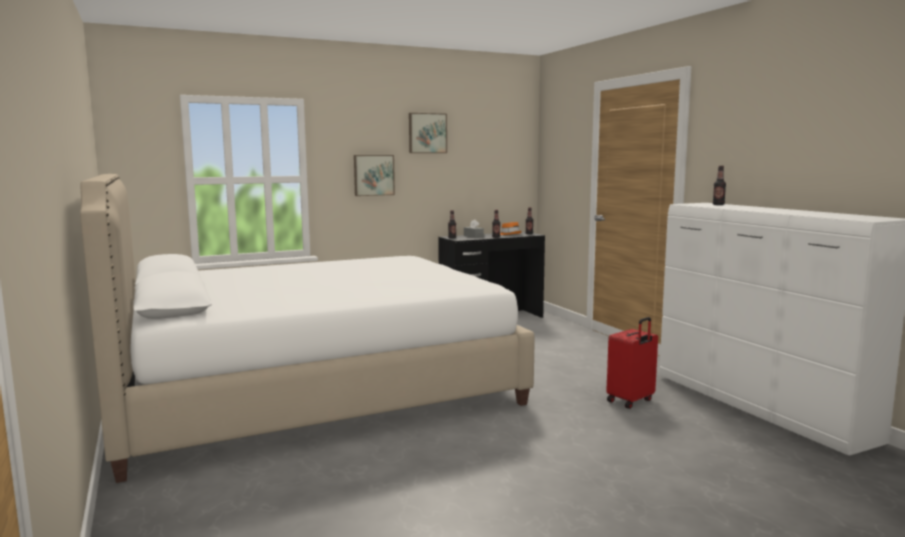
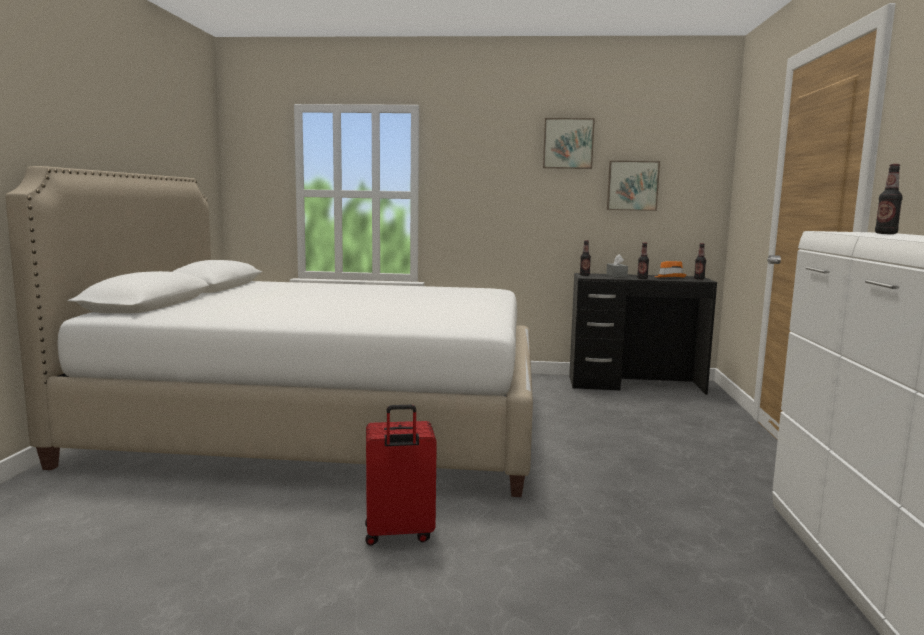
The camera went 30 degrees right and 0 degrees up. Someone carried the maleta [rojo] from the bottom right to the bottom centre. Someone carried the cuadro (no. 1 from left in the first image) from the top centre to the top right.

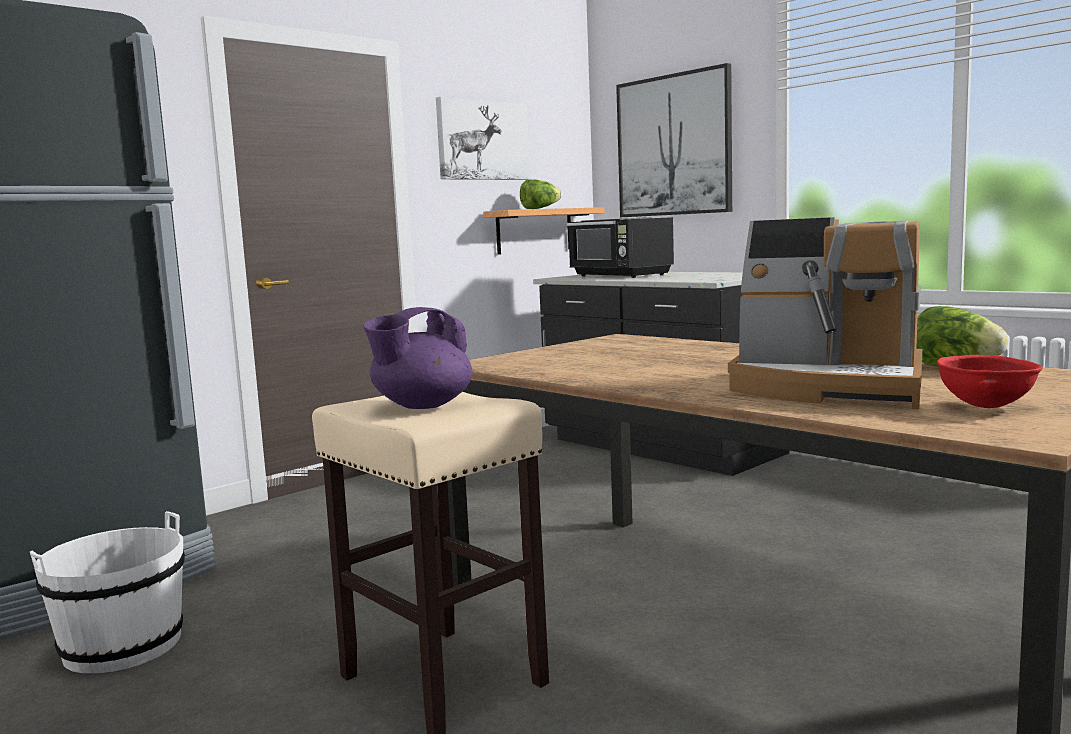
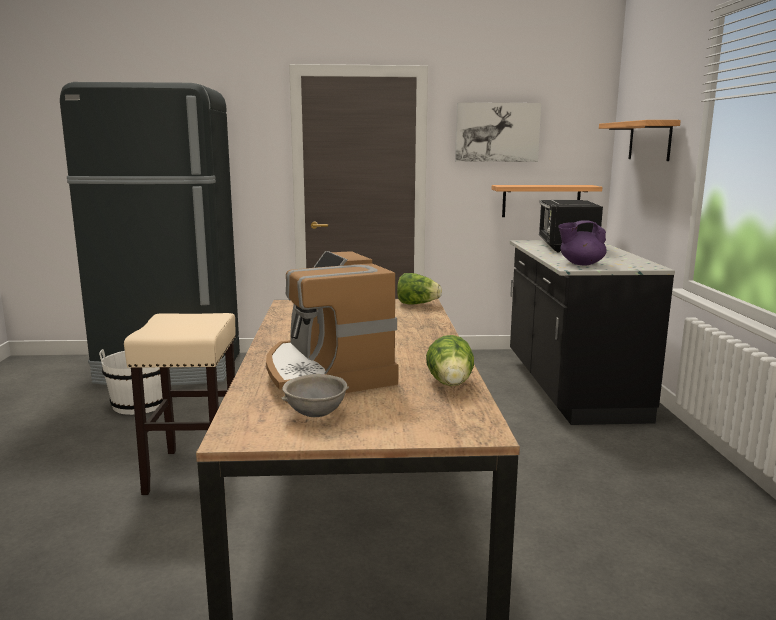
The camera went 40 degrees right and 5 degrees up. Someone repainted the cuenco [rojo] at the middle right, which became the cuenco [gris] at the centre. Someone carried the lechuga (no. 1 from left) from the top centre to the centre. Someone carried the tetera [morado] from the centre to the middle right. Someone swapped the cuadro (no. 2 from left) at the top centre for the estante (no. 2 from left) at the top right.

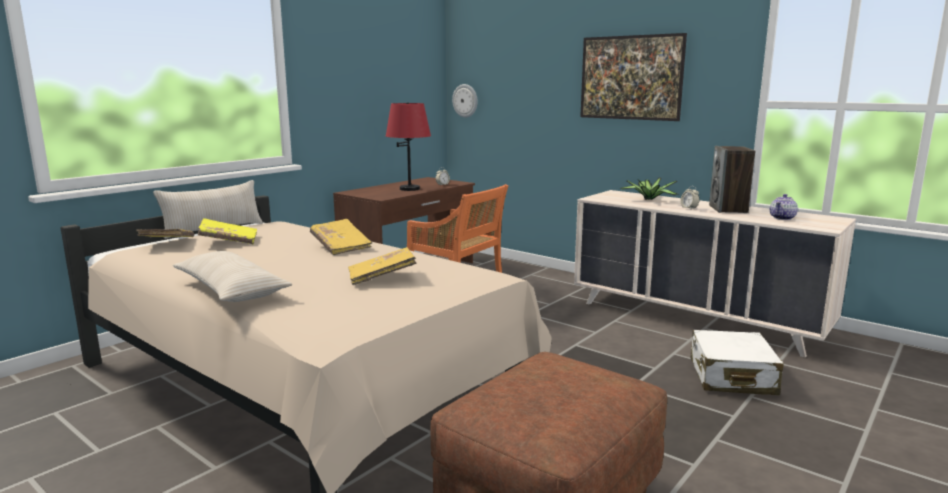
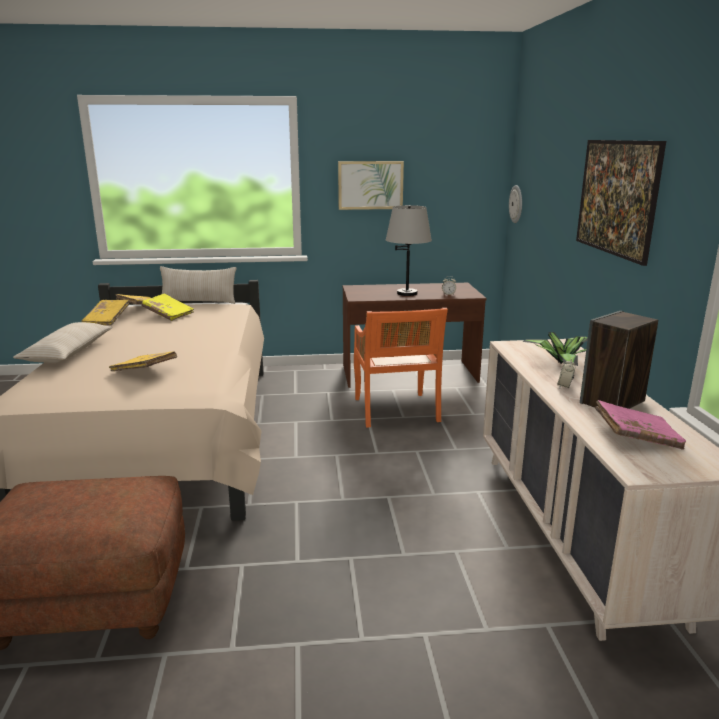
The camera went 45 degrees right and 5 degrees up. Someone carried the libro [amarillo] (no. 3 from left in the first image) from the centre to the middle left. Someone put up the cuadro (no. 1 from left) at the top centre. Someone repainted the lámpara de mesa [rojo] at the top centre, which became the lámpara de mesa [gris] at the centre. Someone swapped the tetera at the middle right for the libro [rosa] at the middle right. Someone took away the maleta [blanco] at the bottom right.

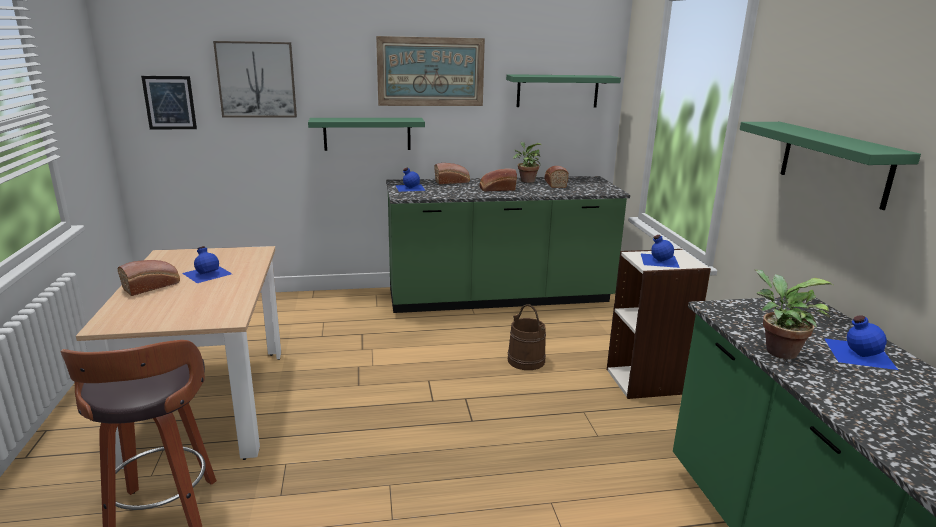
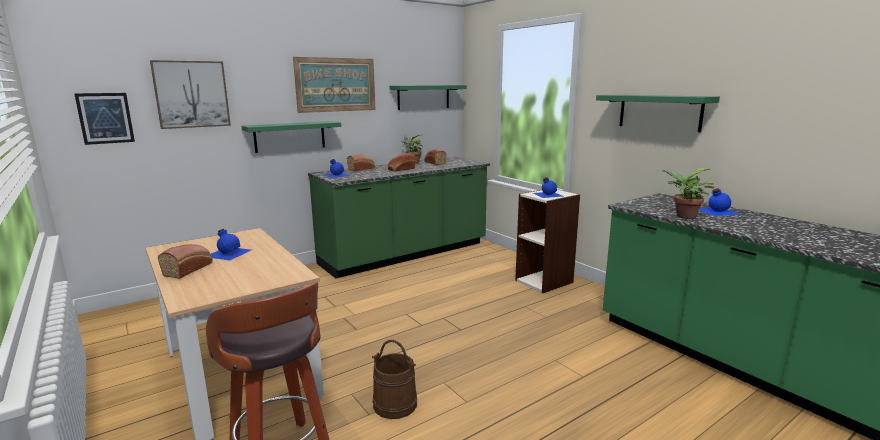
The camera went 25 degrees left and 5 degrees down. Someone carried the cubo [marrón] from the centre to the bottom centre.

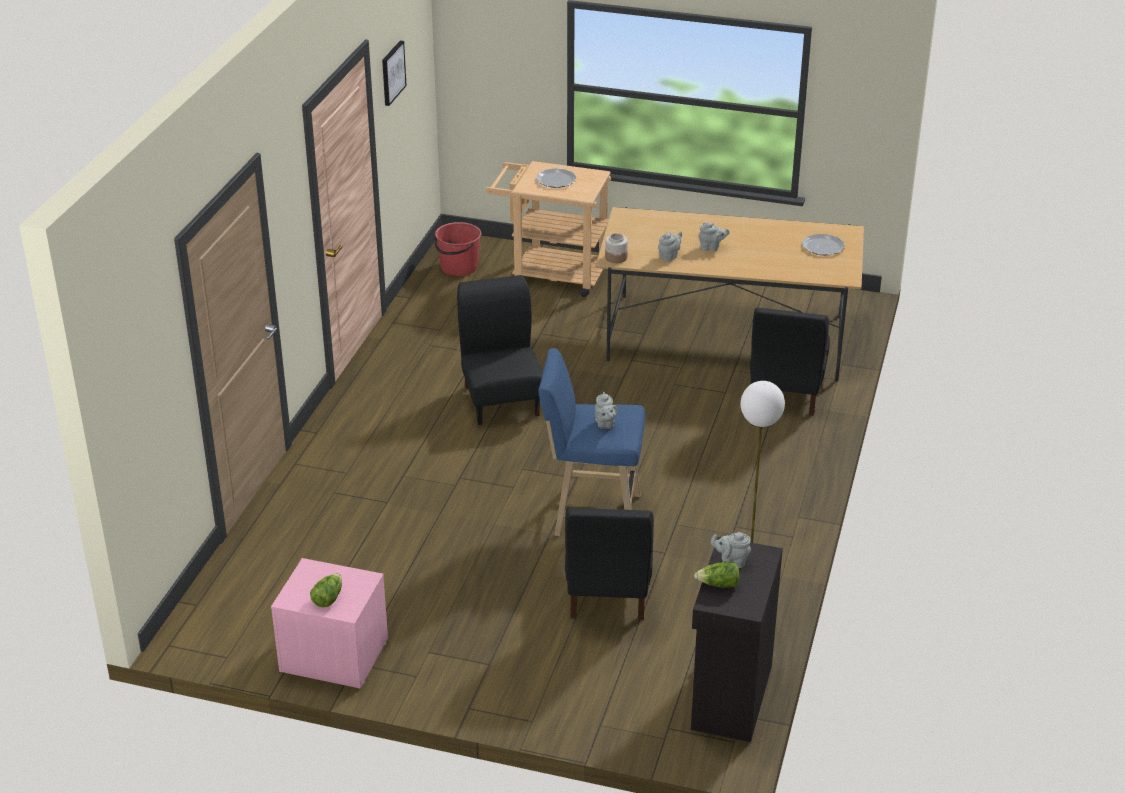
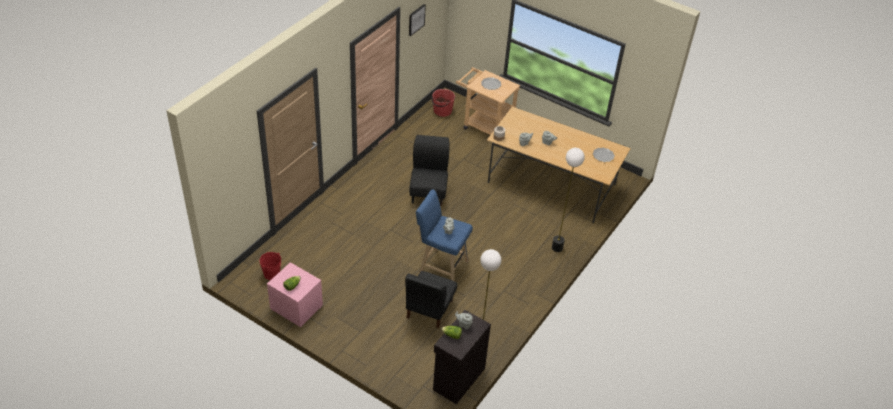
The camera went 15 degrees right and 10 degrees up. Someone put down the cubo [rojo] (no. 1 from left) at the middle left. Someone put down the lámpara de pie (no. 2 from left) at the centre. Someone took away the silla [negro] (no. 3 from left) at the middle right.

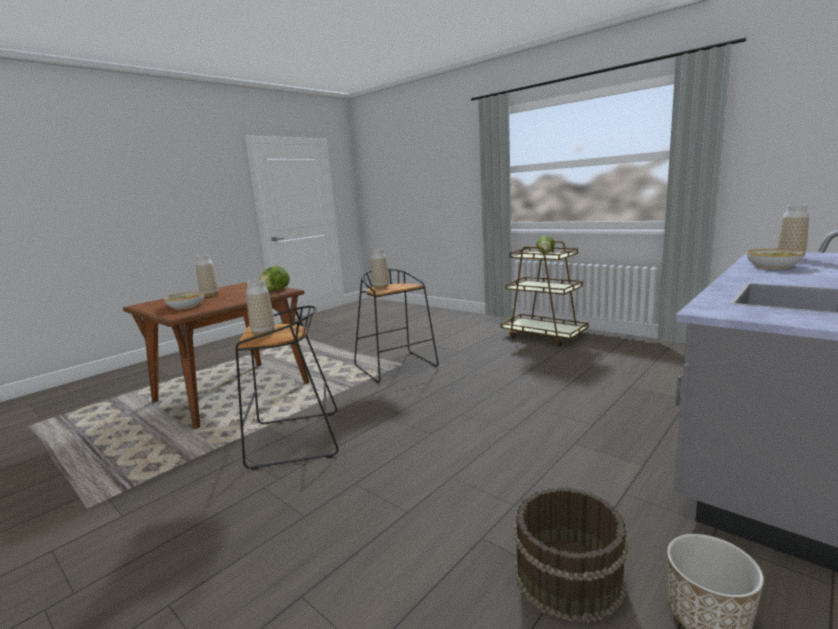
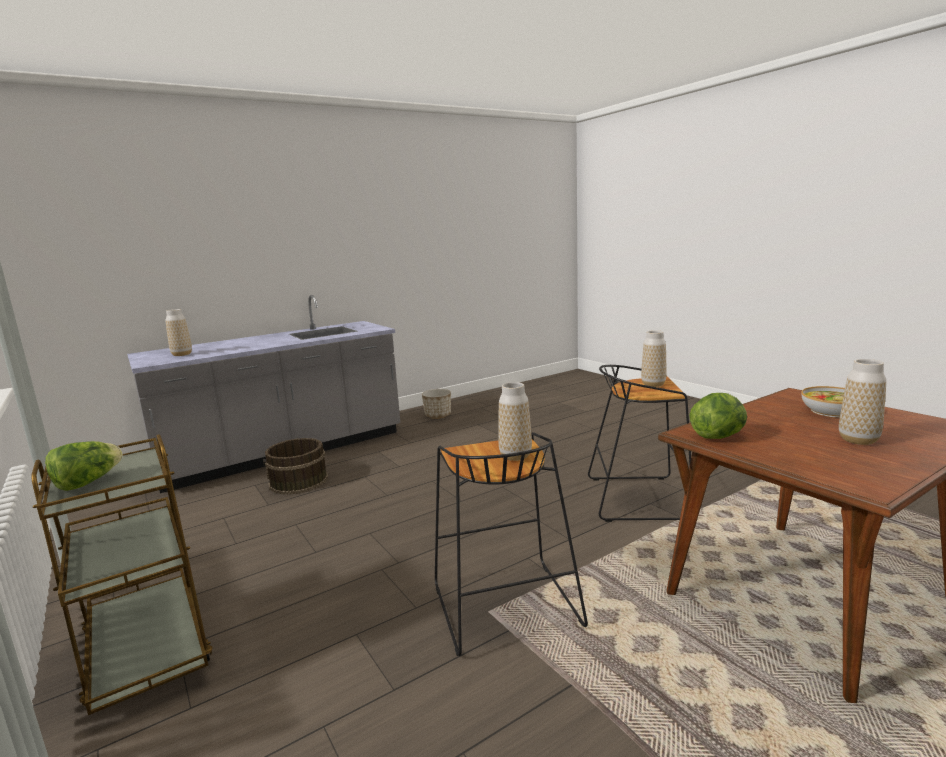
The camera went 165 degrees left and 0 degrees up. Someone carried the cubo [marrón] from the bottom right to the middle left. Someone took away the cuenco (no. 2 from left) at the middle right.

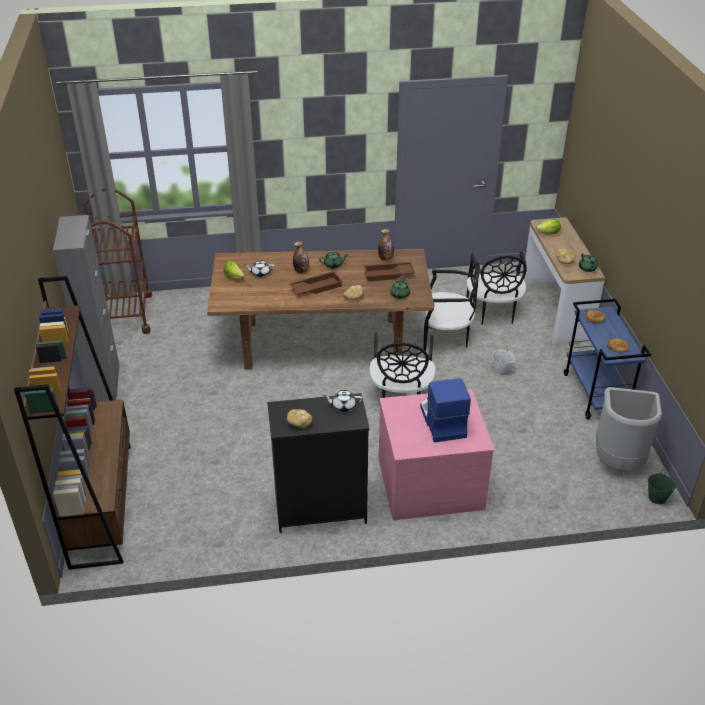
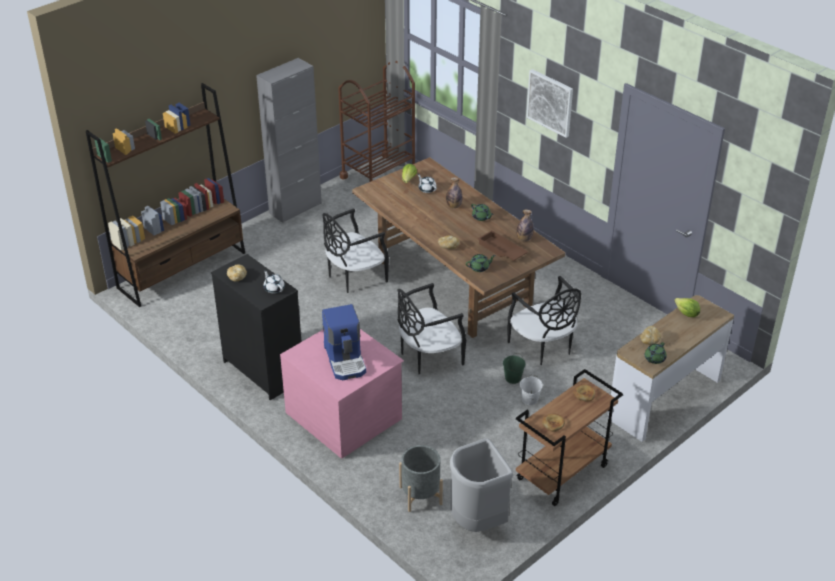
The camera went 55 degrees right and 0 degrees up. Someone carried the silla [negro] (no. 3 from left in the first image) from the middle right to the centre. Someone rotated the cafetera at the centre by 120 degrees clockwise. Someone put down the maceta [gris] at the bottom centre. Someone carried the cubo [verde] from the bottom right to the centre. Someone repainted the carrito [azul] at the middle right, which became the carrito [marrón] (no. 2 from left) at the bottom right. Someone put up the cuadro at the top centre. Someone took away the bandeja [marrón] (no. 1 from left) at the centre.

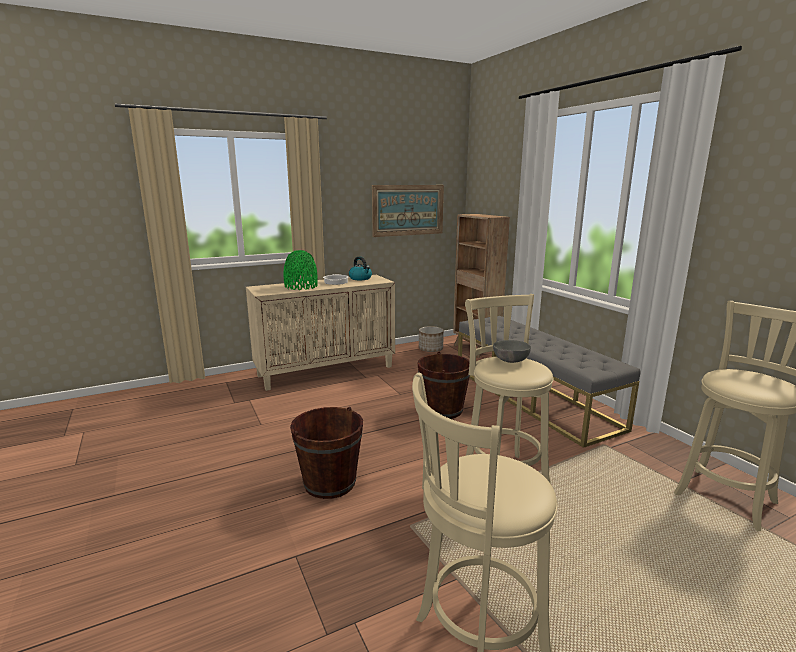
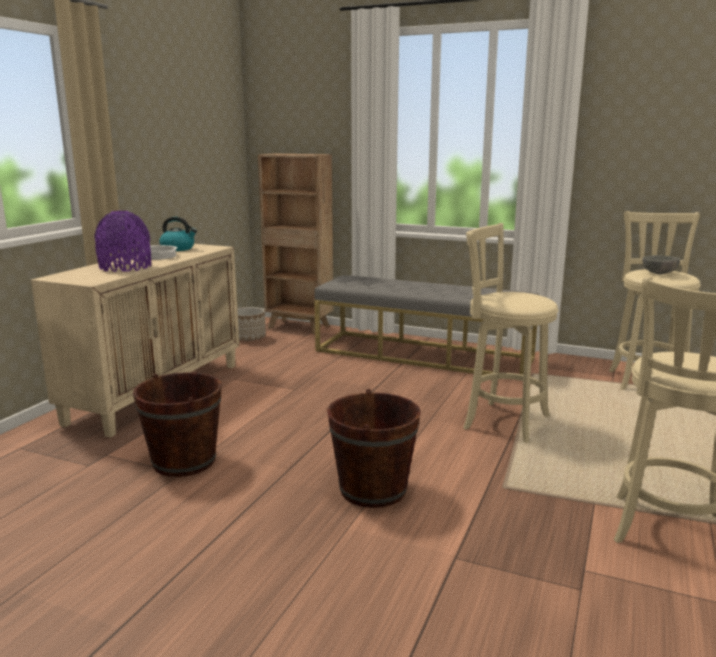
The camera went 40 degrees left and 0 degrees up. Someone repainted the florero [verde] at the centre, which became the florero [morado] at the middle left. Someone carried the cubo [marrón] (no. 2 from left in the first image) from the centre to the middle left. Someone carried the cuenco [gris] from the centre to the middle right. Someone took away the cuadro at the top centre.

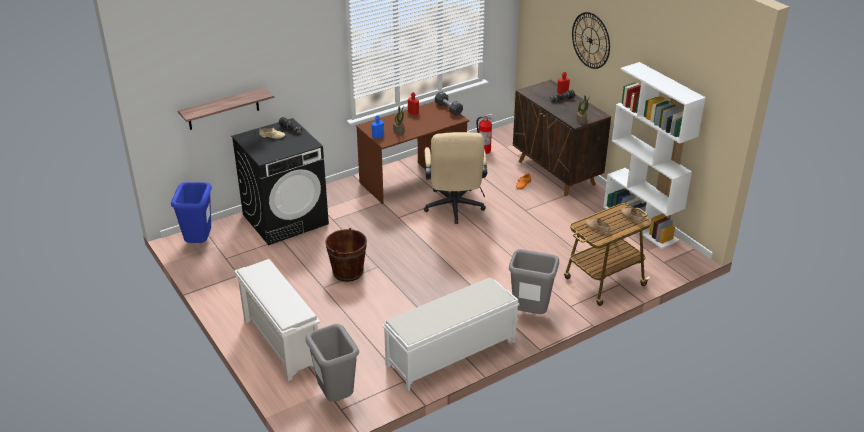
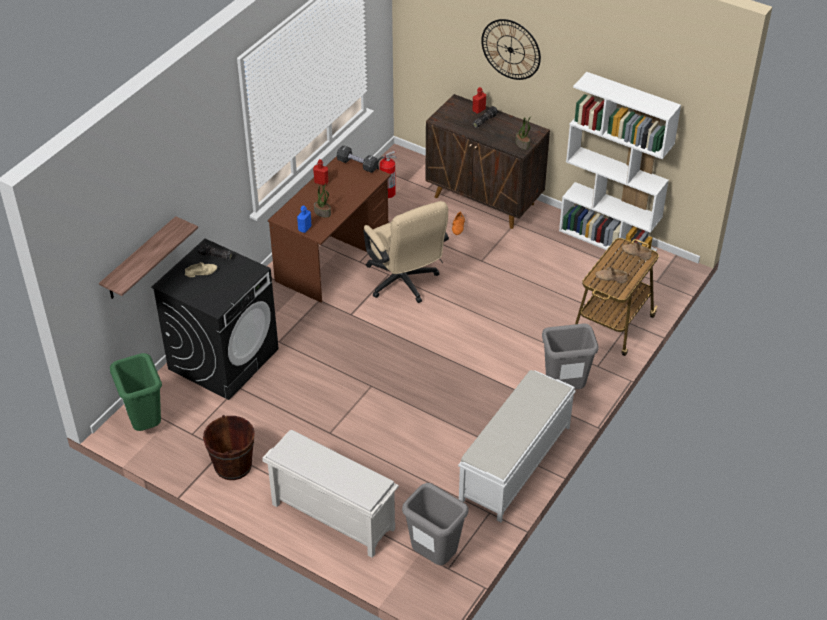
The camera went 25 degrees left and 10 degrees up. Someone repainted the papelera [azul] at the middle left, which became the papelera [verde] at the middle left. Someone carried the cubo [marrón] from the centre to the bottom left.

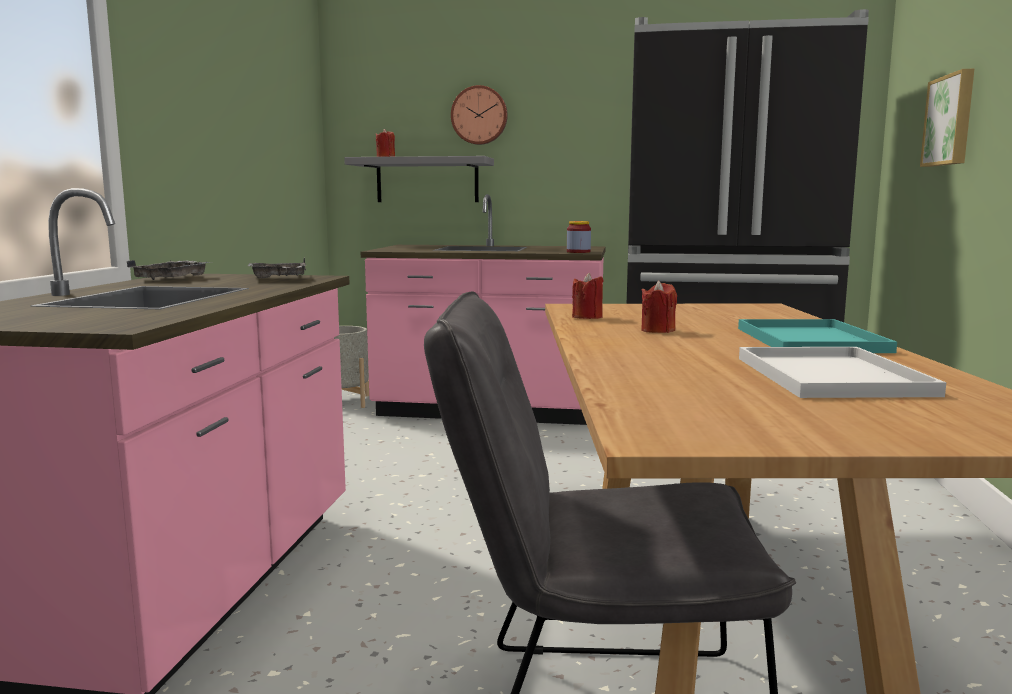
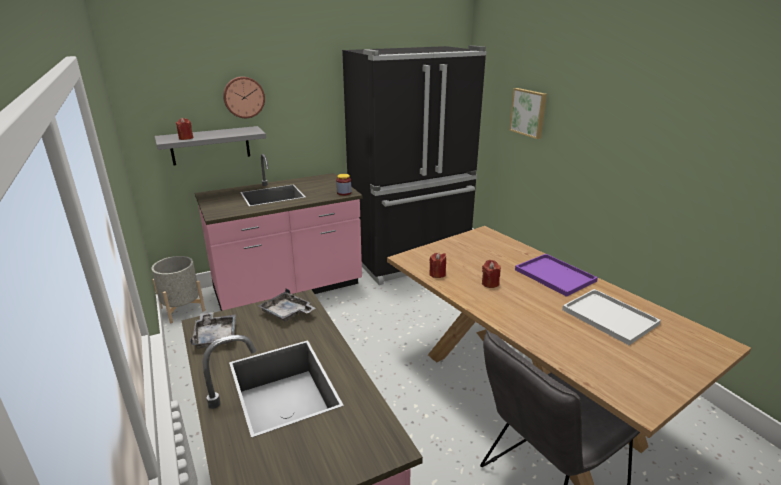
The camera went 35 degrees left and 15 degrees up. Someone repainted the bandeja [turquesa] at the middle right, which became the bandeja [morado] at the middle right.

